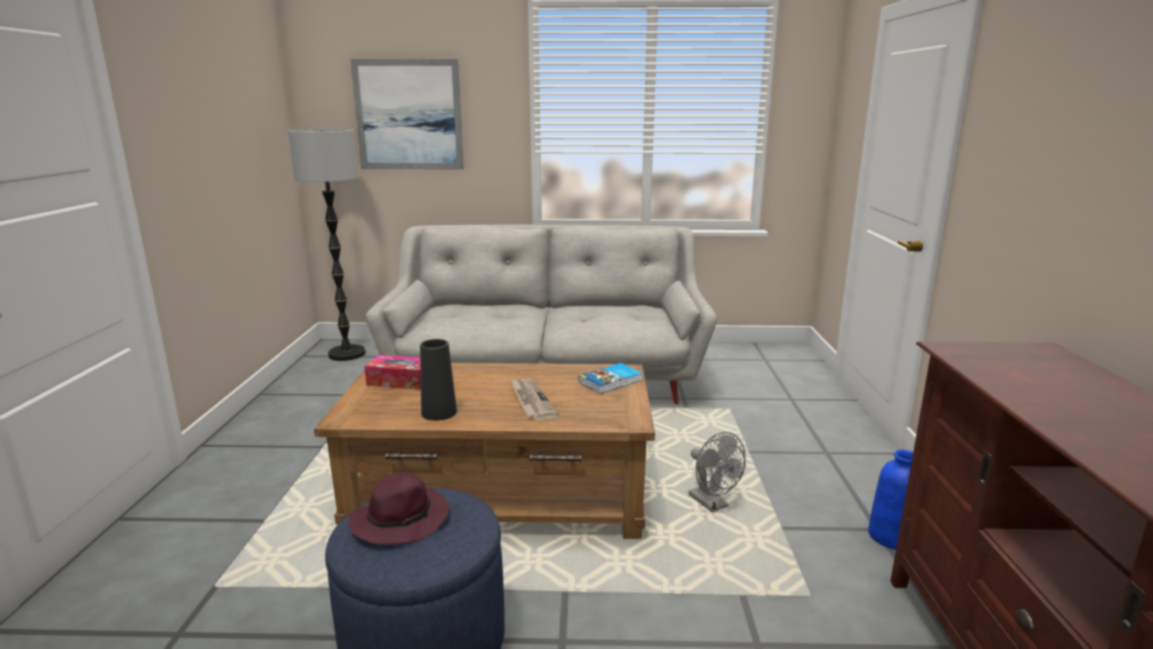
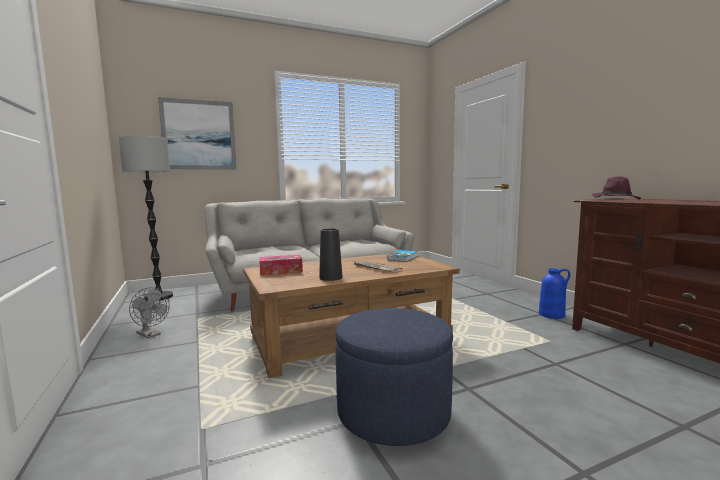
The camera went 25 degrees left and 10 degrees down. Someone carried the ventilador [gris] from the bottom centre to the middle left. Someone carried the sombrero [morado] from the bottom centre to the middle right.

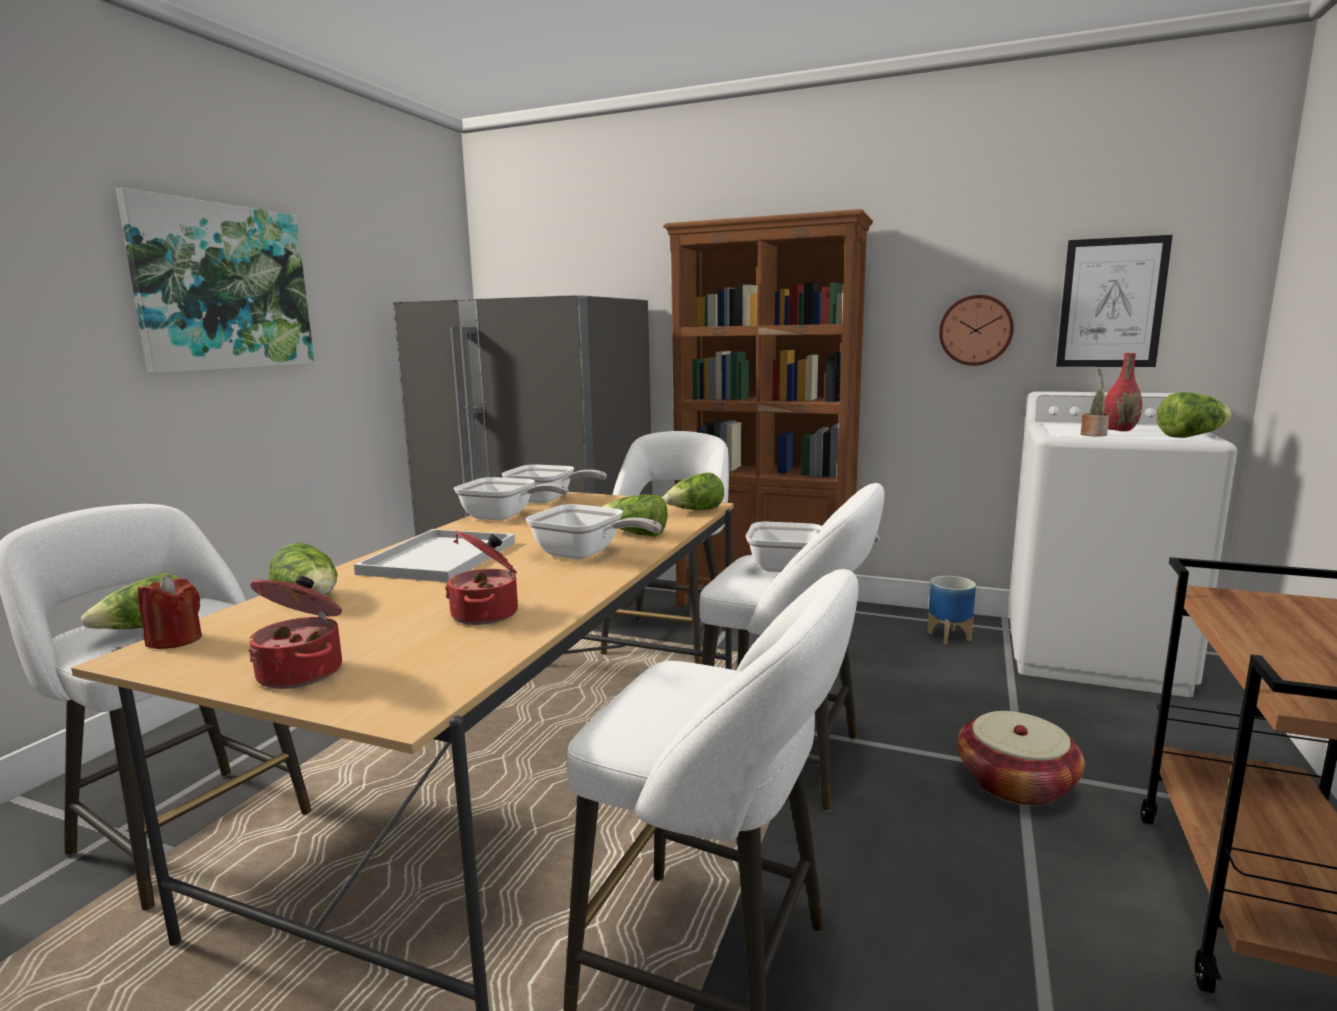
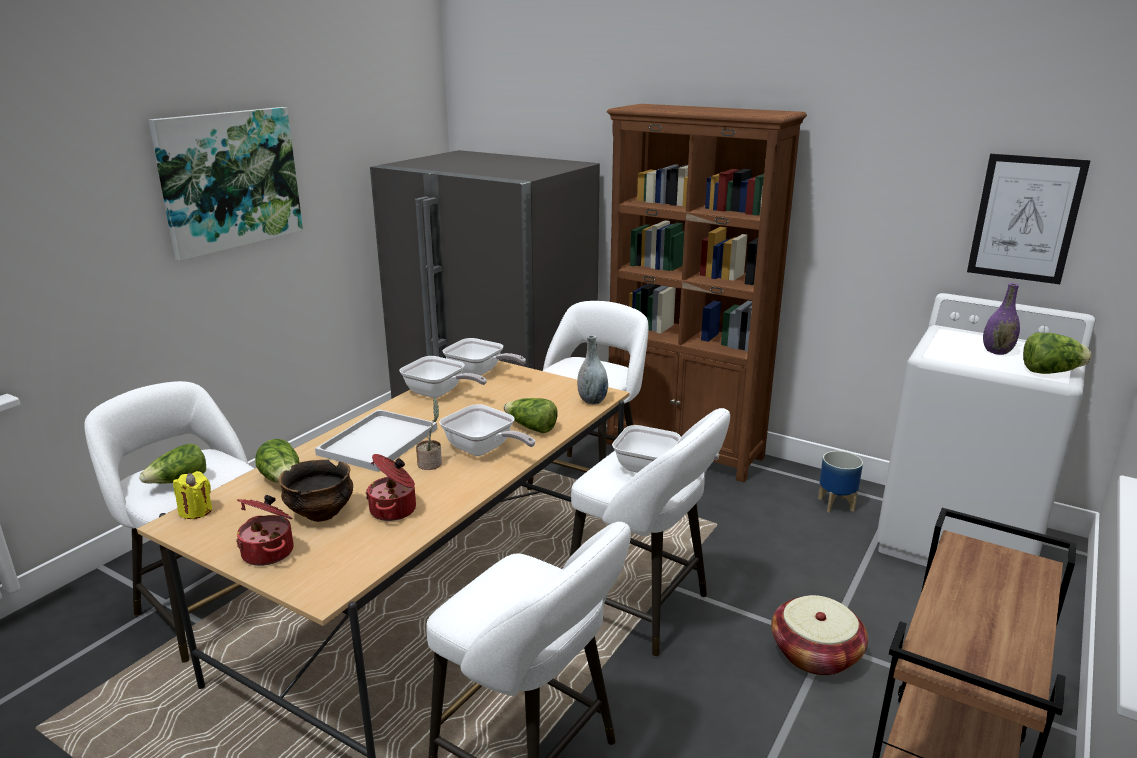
The camera went 10 degrees right and 10 degrees up. Someone repainted the vela [rojo] at the middle left, which became the vela [amarillo] at the middle left. Someone put down the cuenco at the middle left. Someone carried the planta en maceta from the middle right to the centre. Someone swapped the lechuga (no. 4 from left) at the centre for the florero [gris] at the centre. Someone repainted the florero [rojo] at the middle right, which became the florero [morado] at the middle right. Someone took away the reloj de pared at the top right.

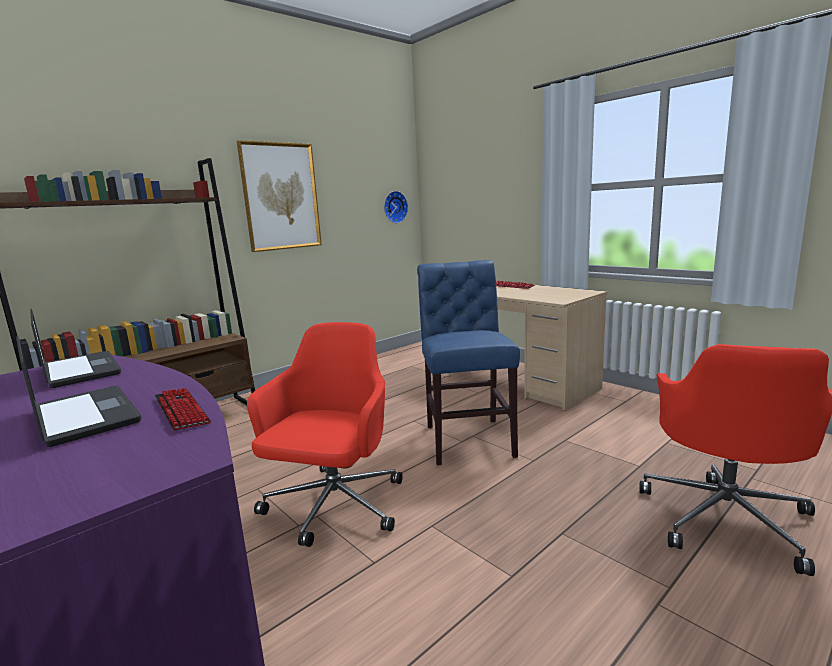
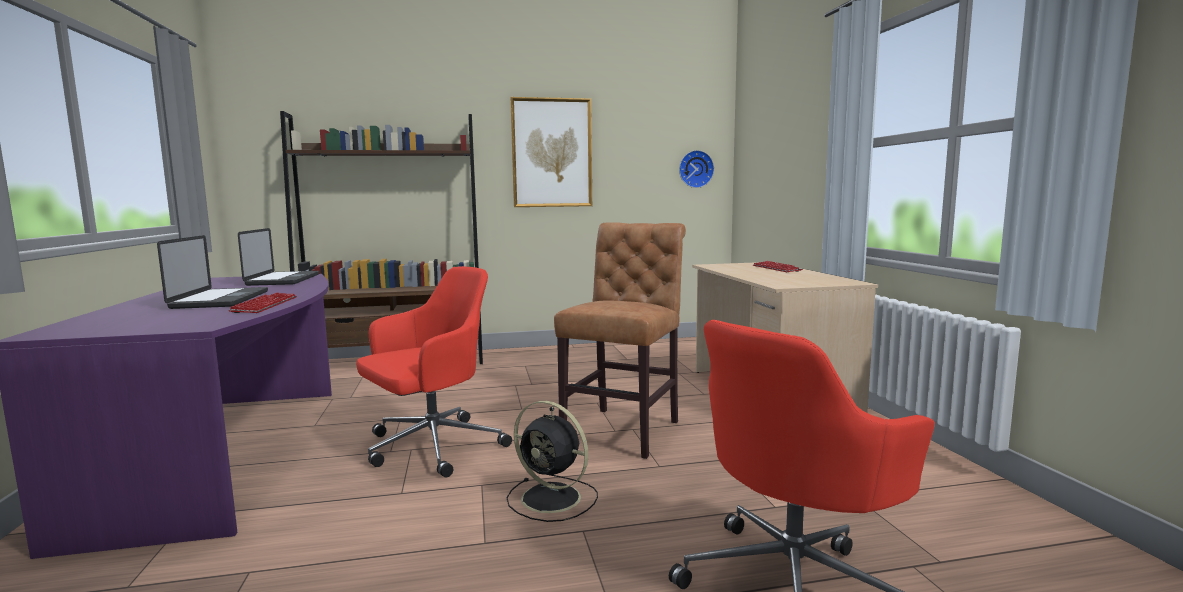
The camera went 30 degrees right and 5 degrees down. Someone put down the ventilador [negro] at the bottom centre. Someone repainted the silla [azul] at the centre, which became the silla [marrón] at the centre.

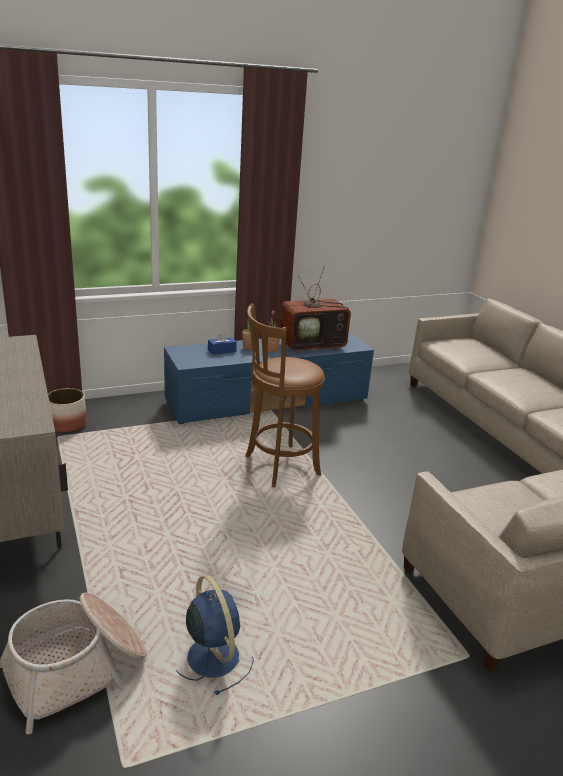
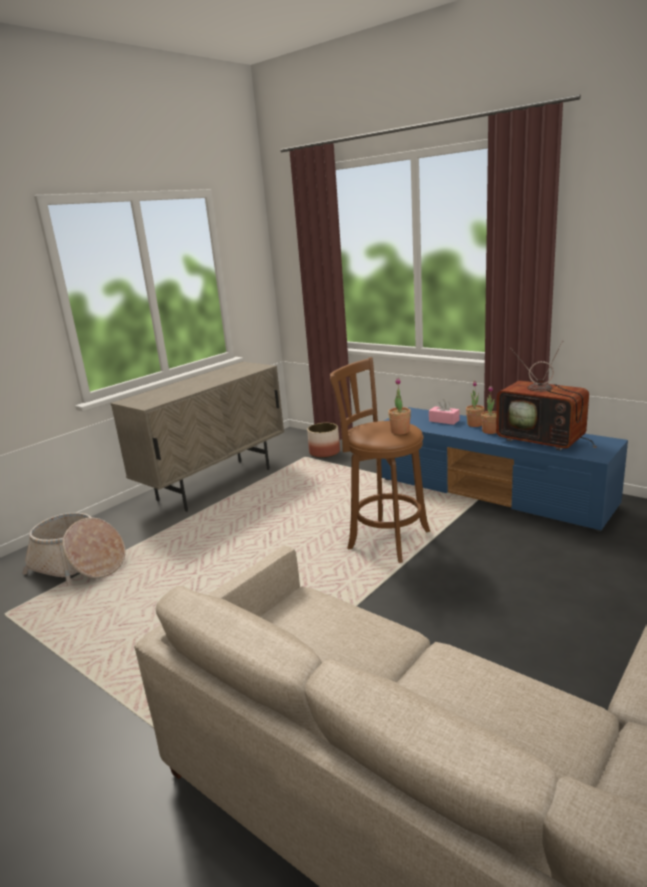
The camera went 65 degrees right and 5 degrees down. Someone put down the planta en maceta (no. 1 from left) at the centre. Someone repainted the caja de pañuelos [azul] at the centre, which became the caja de pañuelos [rosa] at the middle right. Someone took away the ventilador [azul] at the bottom centre.

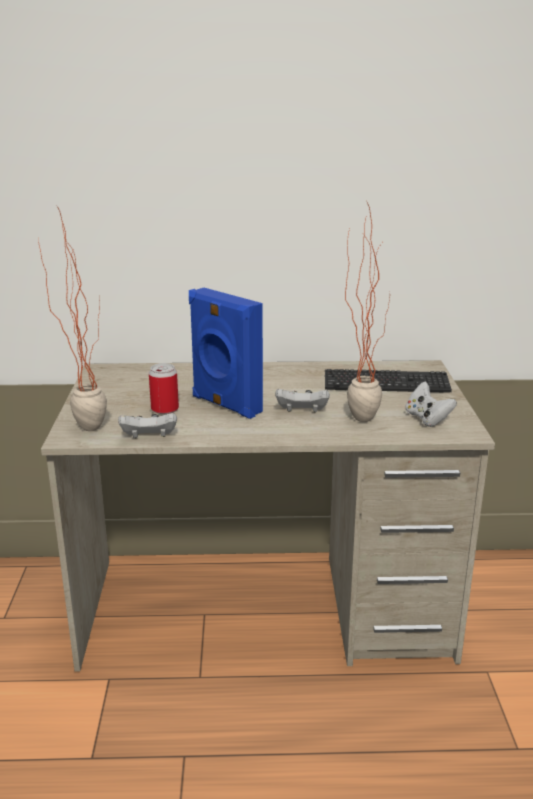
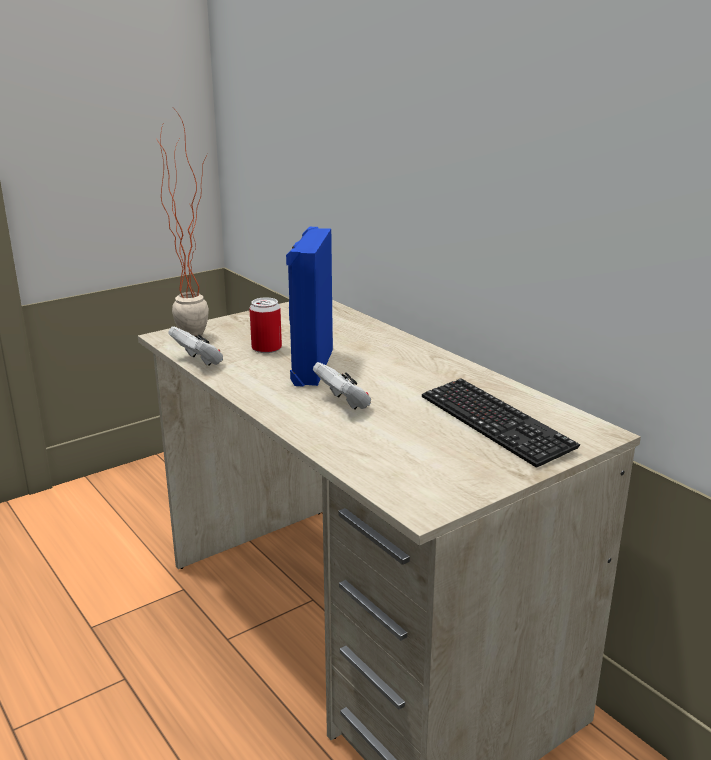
The camera went 55 degrees right and 0 degrees up. Someone took away the planta en maceta (no. 2 from left) at the middle right. Someone took away the mando de consola [blanco] (no. 3 from left) at the middle right.

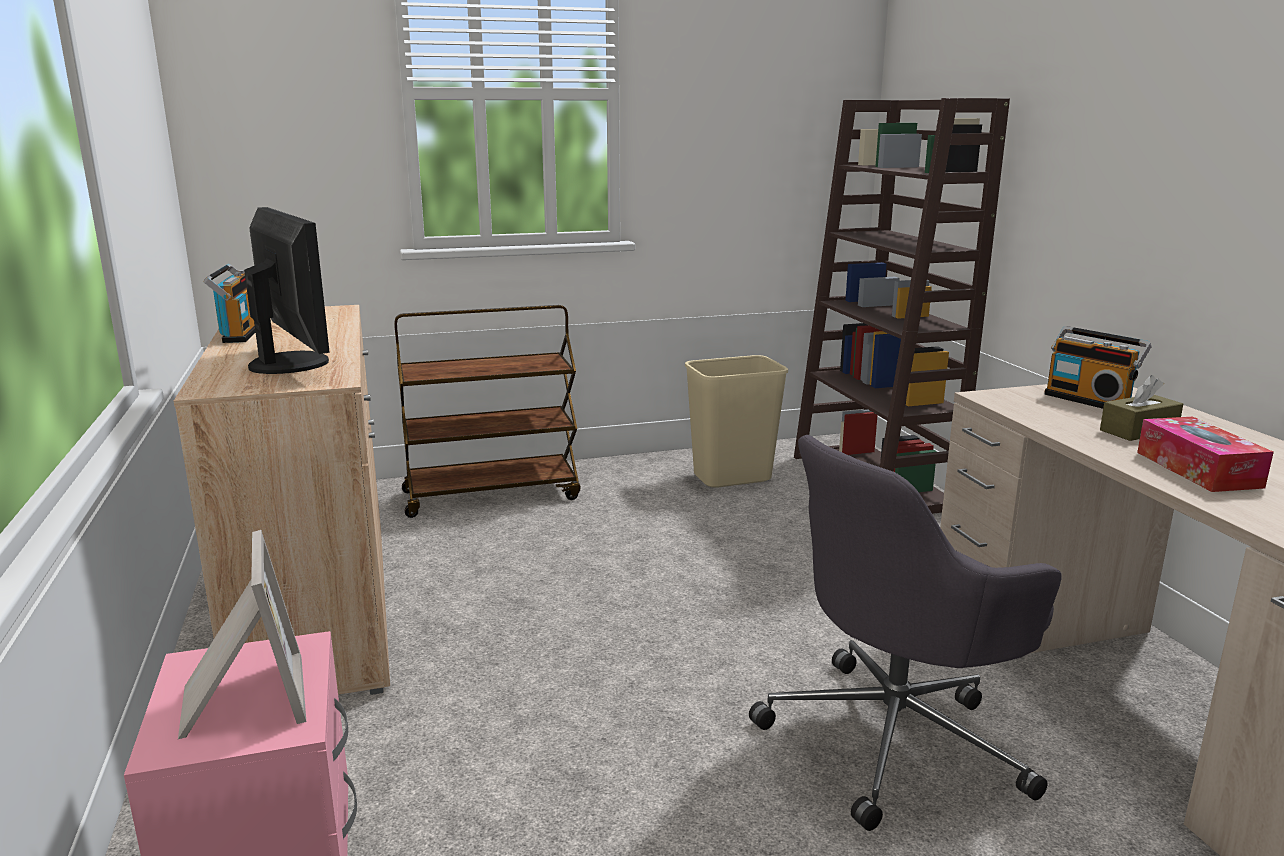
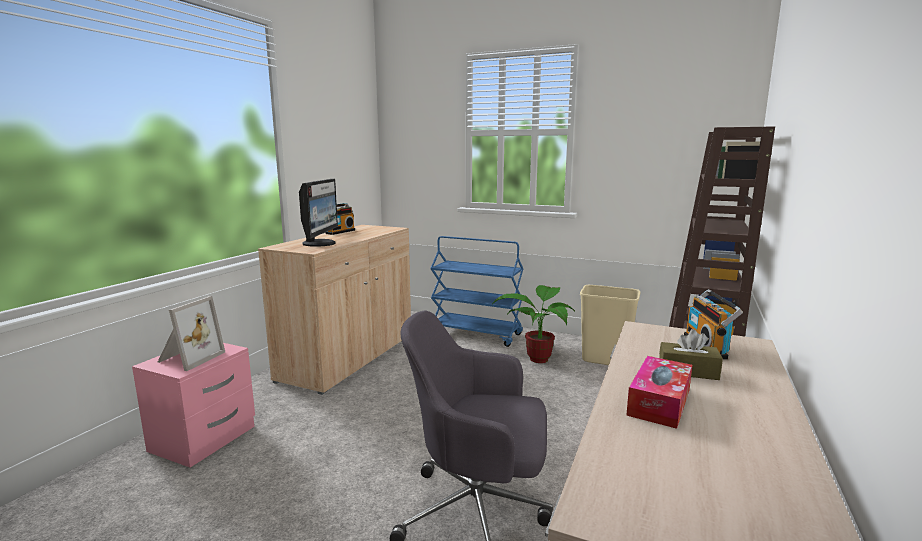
The camera went 40 degrees right and 5 degrees down. Someone repainted the carrito [marrón] at the centre, which became the carrito [azul] at the centre. Someone put down the planta en maceta at the centre.

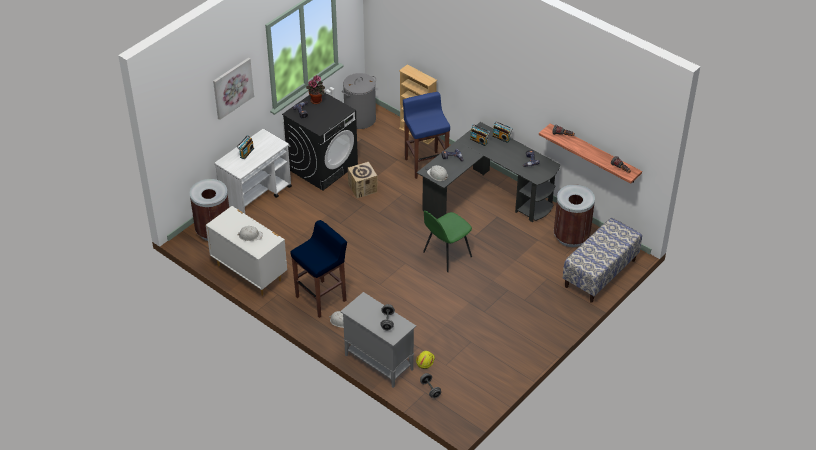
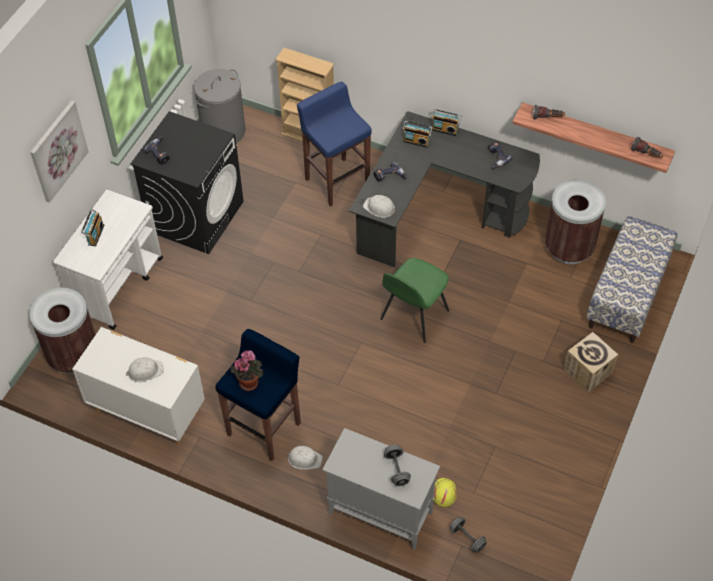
The camera went 15 degrees left and 10 degrees up. Someone carried the planta en maceta from the top centre to the centre. Someone carried the caja de cartón from the centre to the middle right.

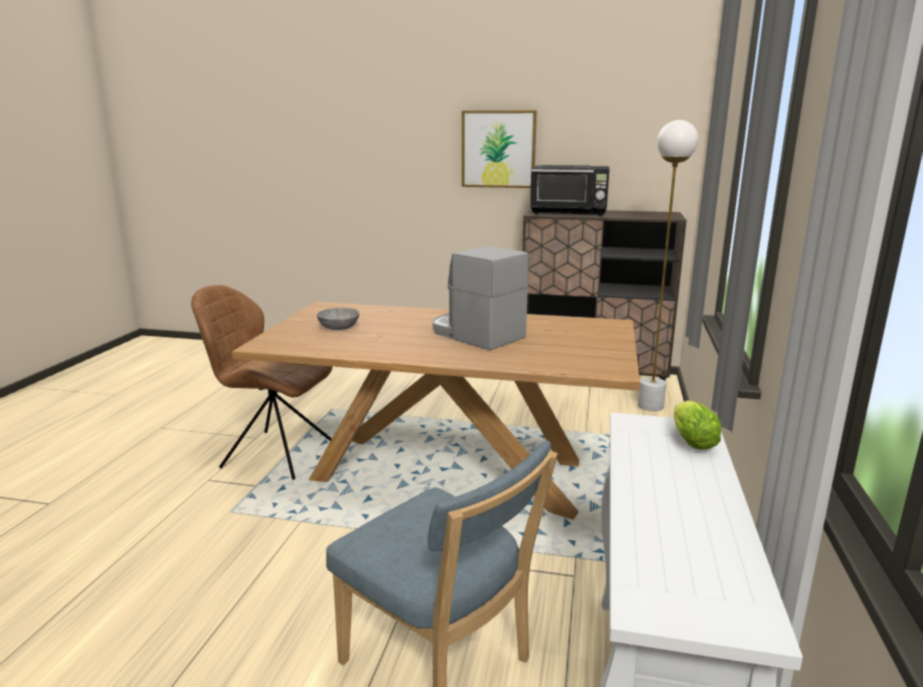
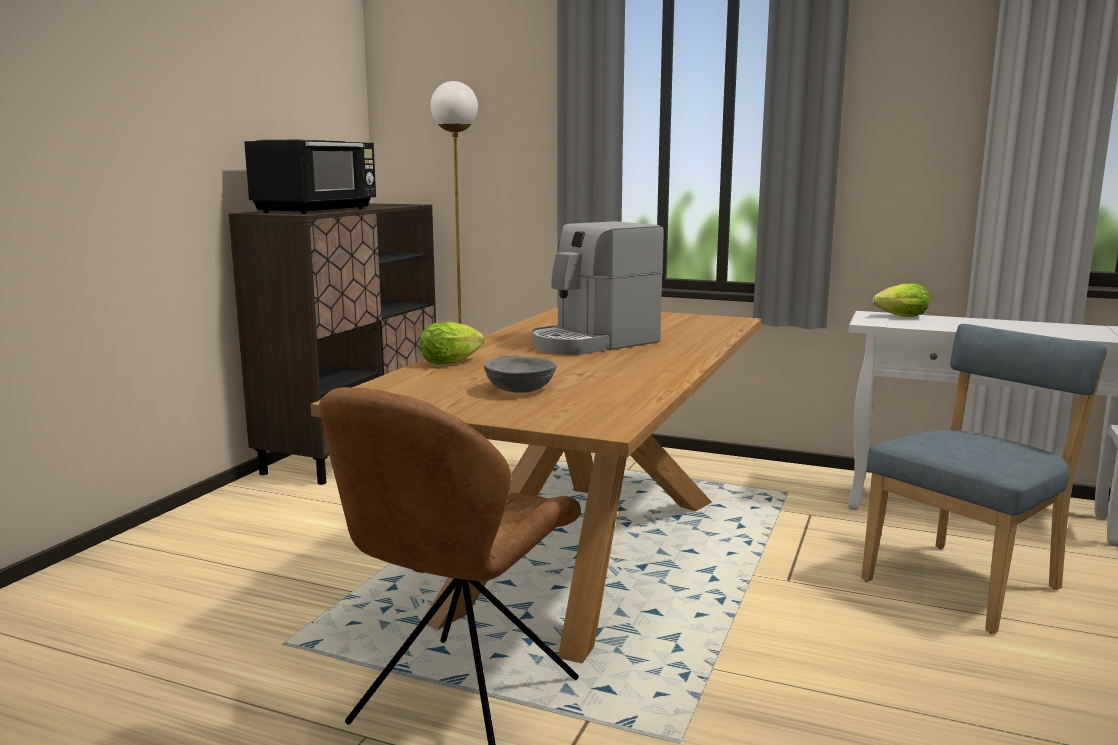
The camera went 80 degrees left and 5 degrees down. Someone put down the lechuga (no. 1 from left) at the centre. Someone took away the cuadro at the top centre.

